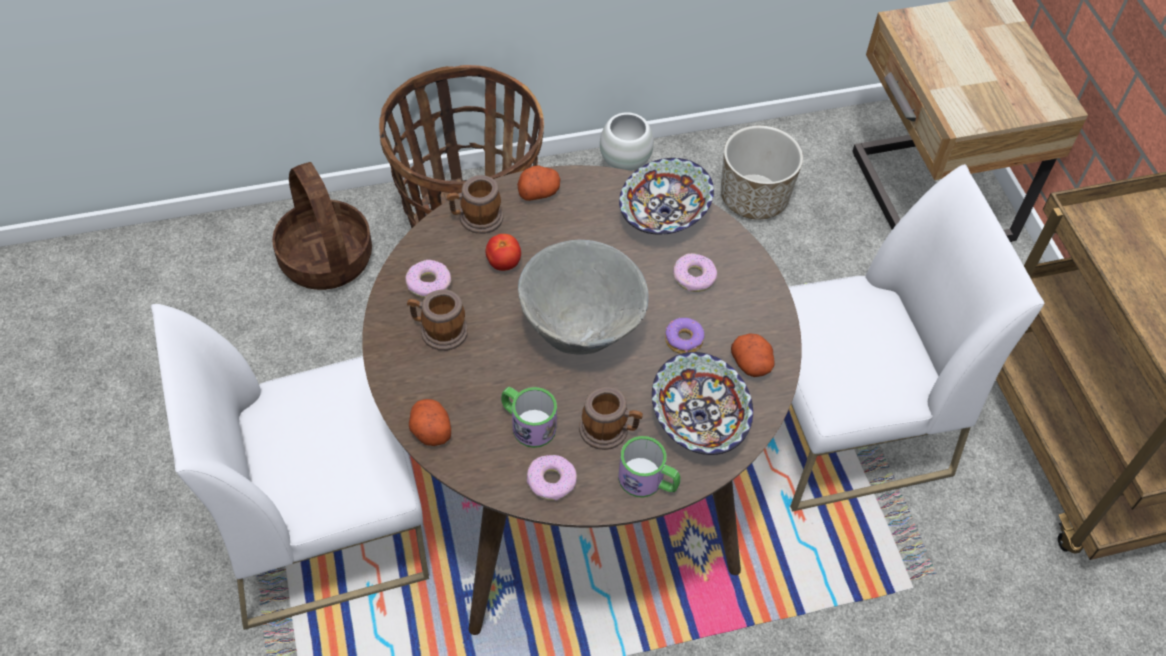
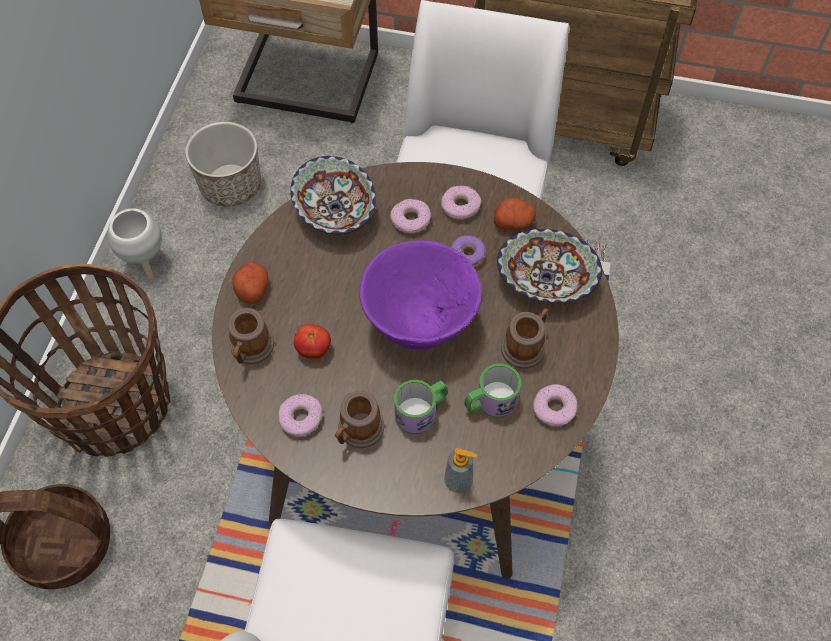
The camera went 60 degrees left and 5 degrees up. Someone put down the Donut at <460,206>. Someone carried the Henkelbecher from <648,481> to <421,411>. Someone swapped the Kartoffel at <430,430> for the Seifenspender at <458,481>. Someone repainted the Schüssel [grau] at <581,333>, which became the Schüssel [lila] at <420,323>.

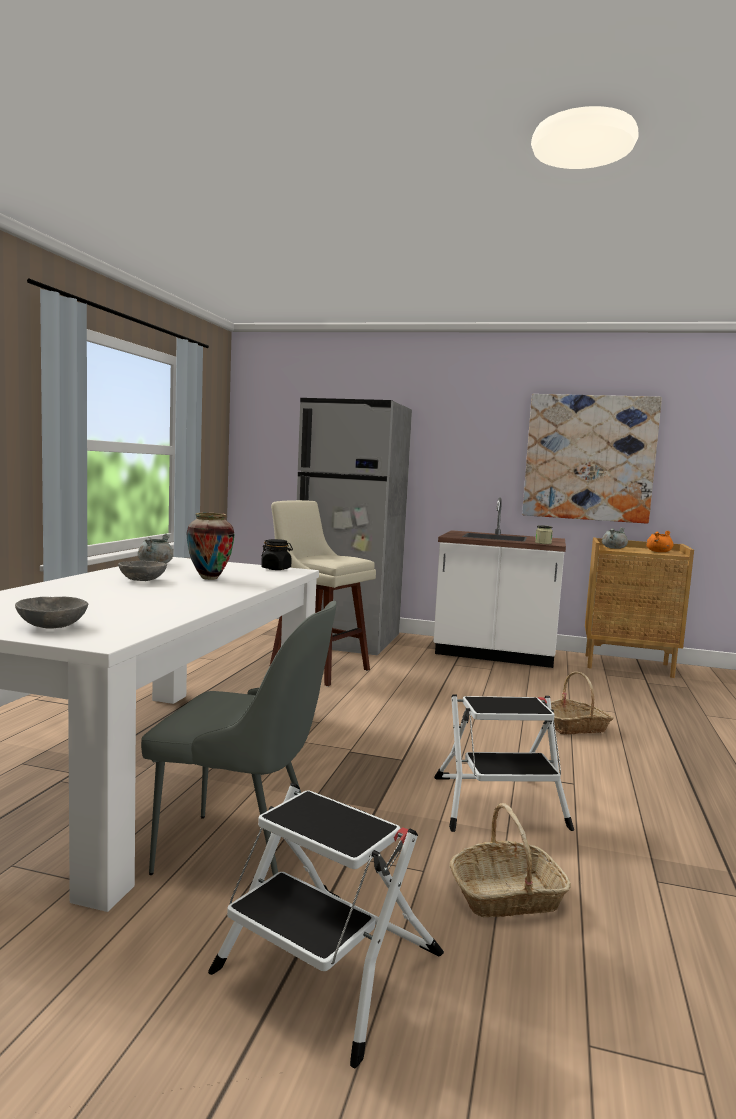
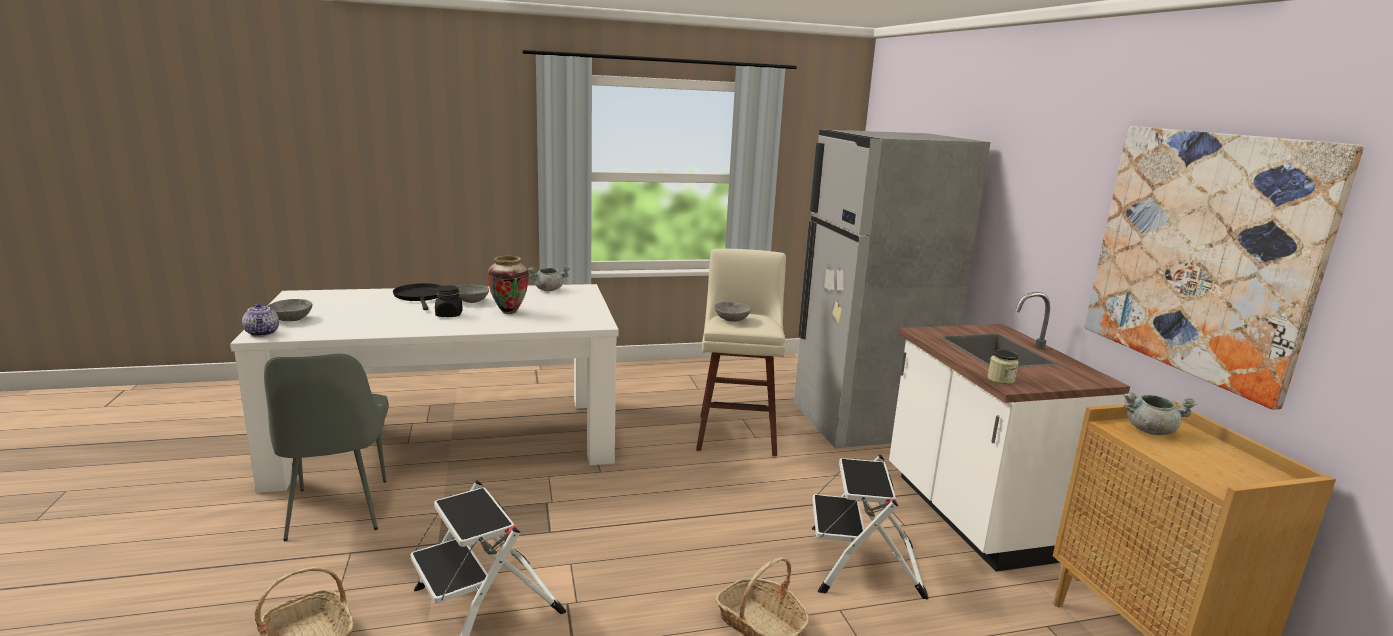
The camera went 60 degrees right and 10 degrees up. Someone took away the Kochtopf [orange] at <658,551>. Someone put down the Teekanne at <263,333>. Someone put down the Pfanne [schwarz] at <420,297>. Someone put down the Schüssel [grau] at <731,319>. Someone carried the Trittleiter from <330,967> to <863,562>. Someone carried the Vorratsglas [schwarz] from <276,569> to <449,315>.

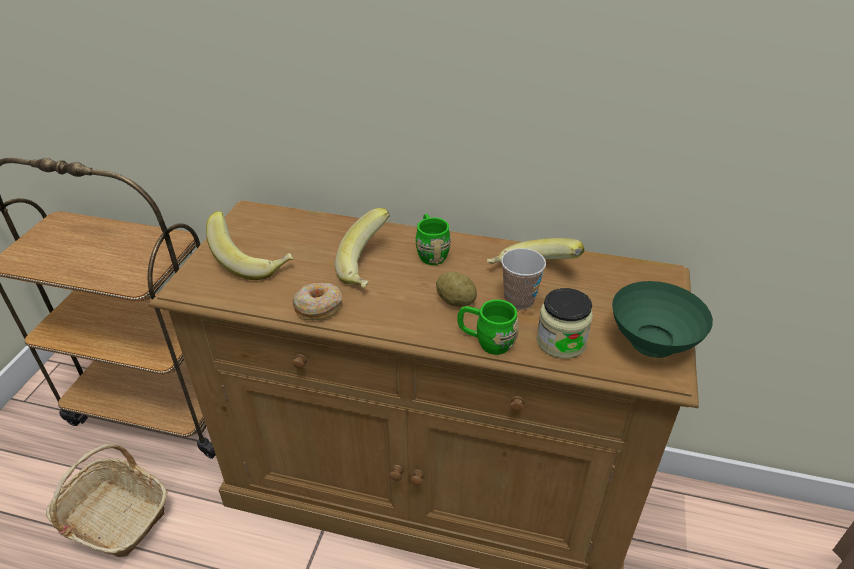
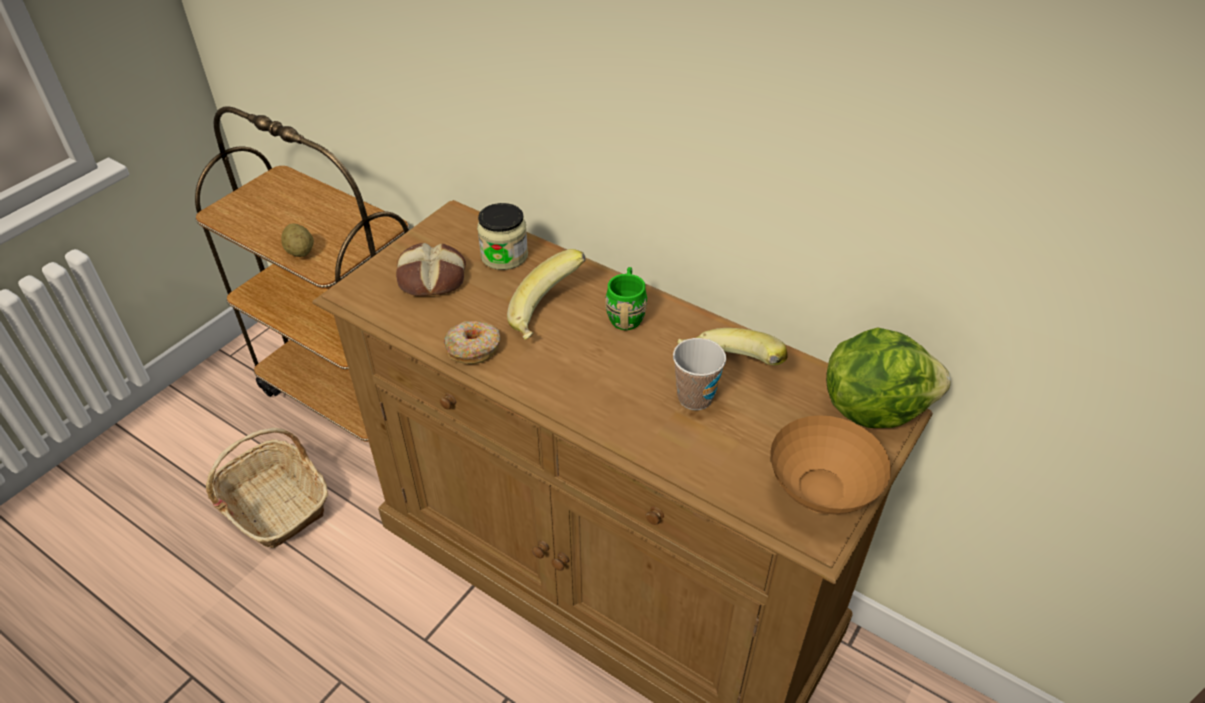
The camera went 20 degrees right and 5 degrees up. Someone took away the Henkelbecher [grün] at <486,341>. Someone put down the Salatkopf at <873,407>. Someone carried the Kartoffel from <455,301> to <300,252>. Someone carried the Vorratsglas from <561,342> to <504,256>. Someone swapped the Banane at <253,262> for the Brot at <431,279>. Someone repainted the Schüssel [grün] at <650,343>, which became the Schüssel [braun] at <819,492>.

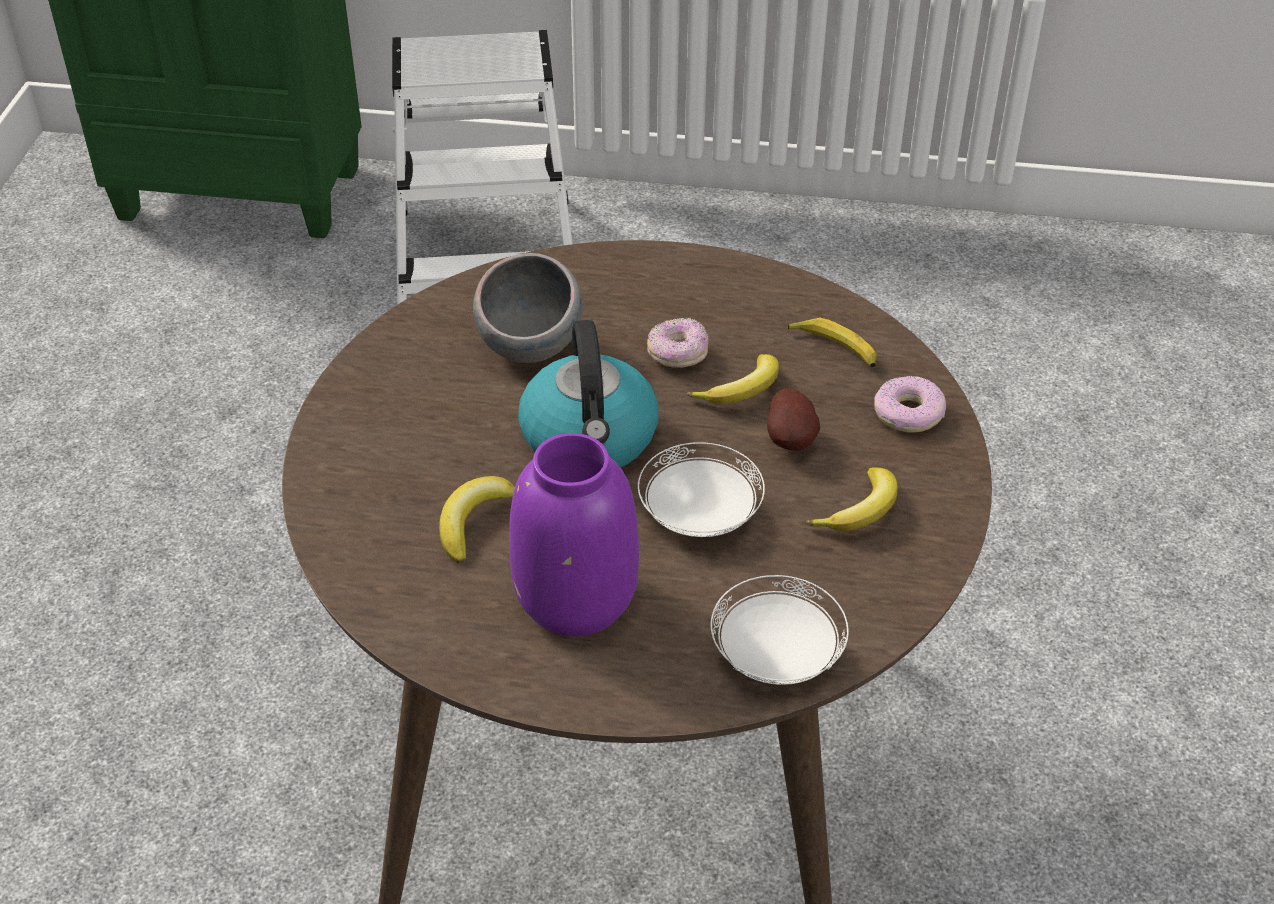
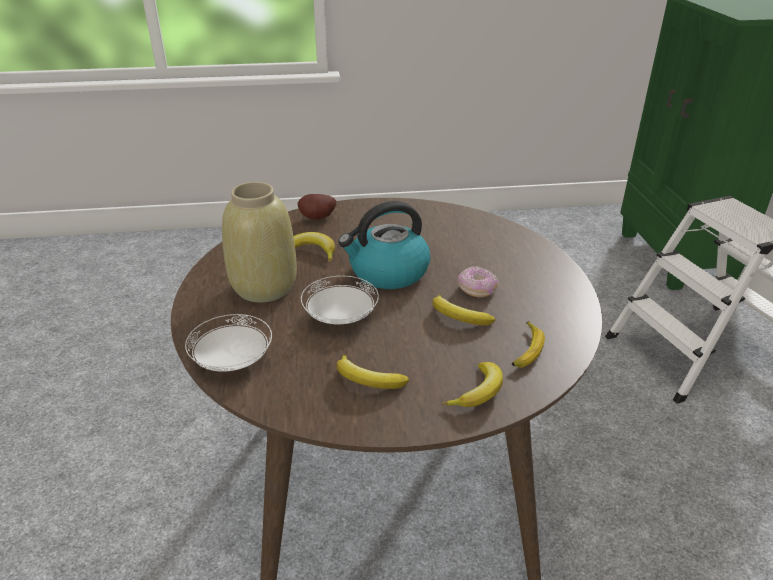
The camera went 75 degrees right and 10 degrees down. Someone took away the Schüssel [grau] at <531,347>. Someone carried the Kartoffel from <792,440> to <318,218>. Someone swapped the Donut at <909,413> for the Banane at <478,392>. Someone repainted the Vase [lila] at <577,600>, which became the Vase [beige] at <264,288>.

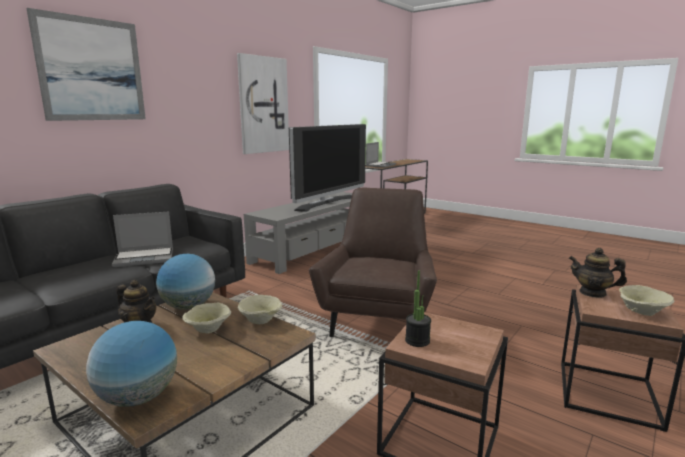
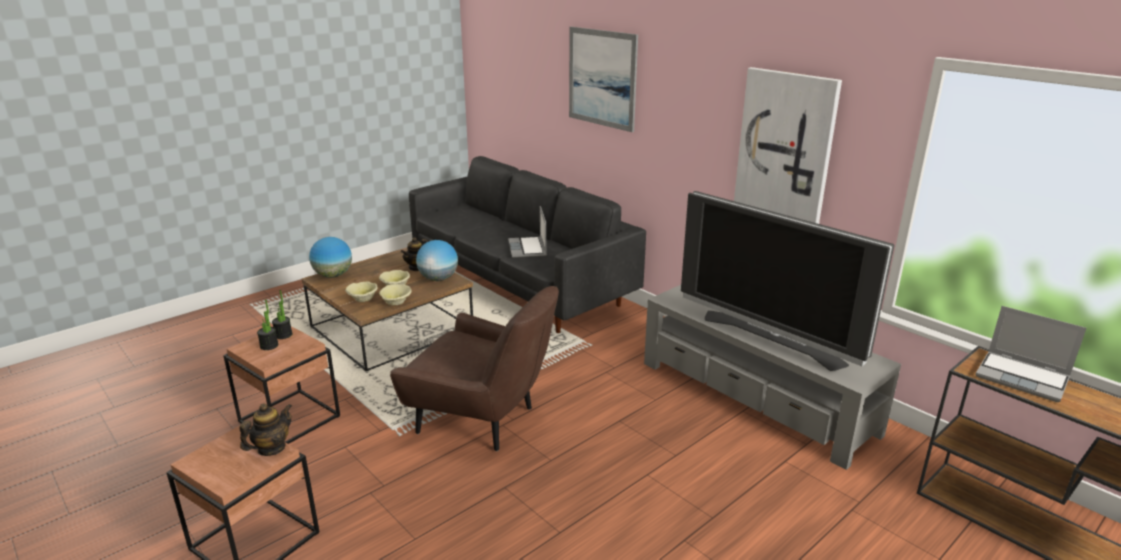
The camera went 100 degrees right and 10 degrees up. Someone put down the Topfpflanze at <269,346>. Someone carried the Schüssel [beige] from <642,312> to <362,299>.

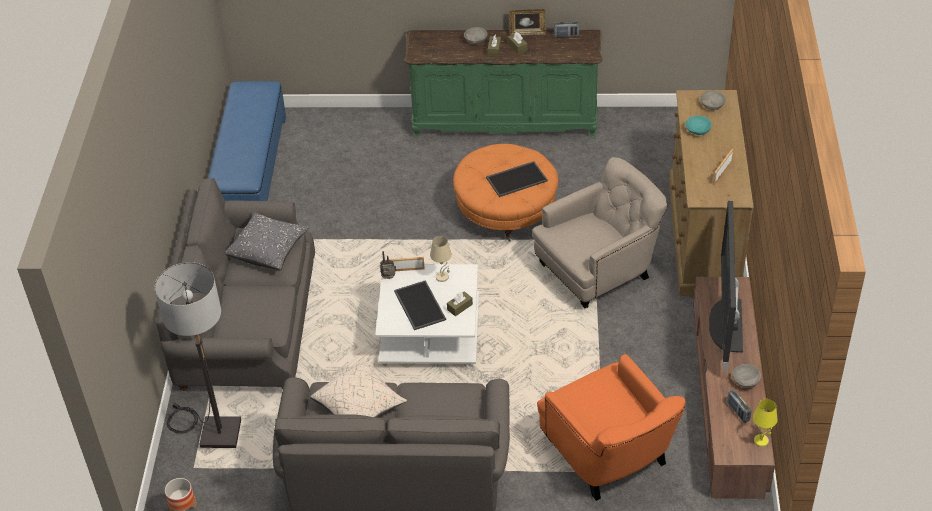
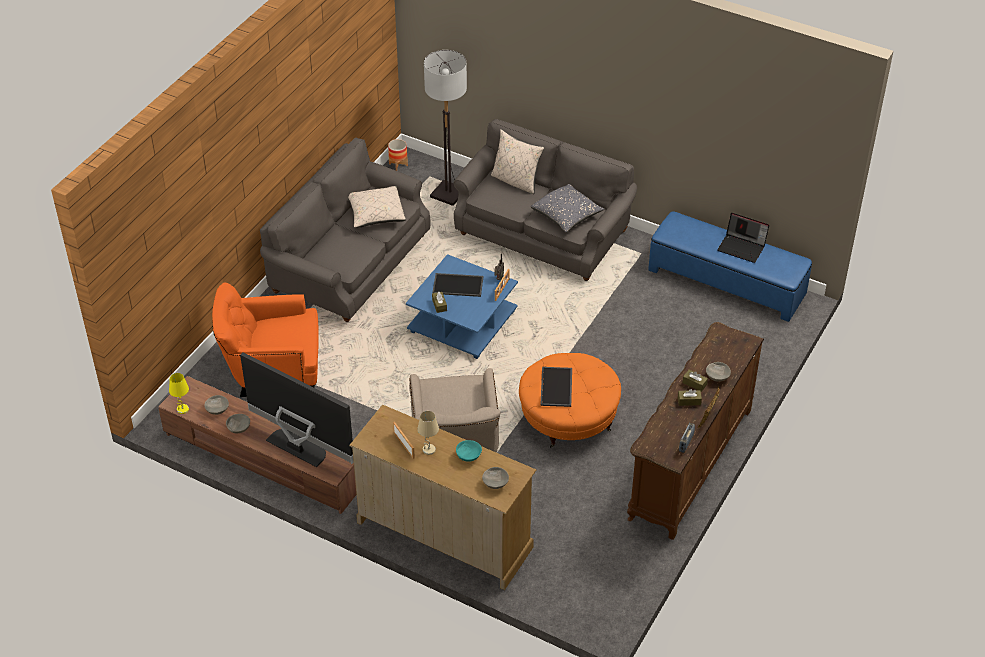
The camera went 115 degrees right and 0 degrees up. Someone put down the Kissen [beige] at <516,181>. Someone put down the Laptop at <742,247>. Someone carried the Tischlampe [beige] from <442,277> to <429,450>. Someone swapped the Radio at <738,412> for the Schüssel [grau] at <217,410>. Someone repainted the Couchtisch [weiß] at <429,333>, which became the Couchtisch [blau] at <462,321>. Someone repainted the Schrank [grün] at <504,124>, which became the Schrank [braun] at <688,463>.

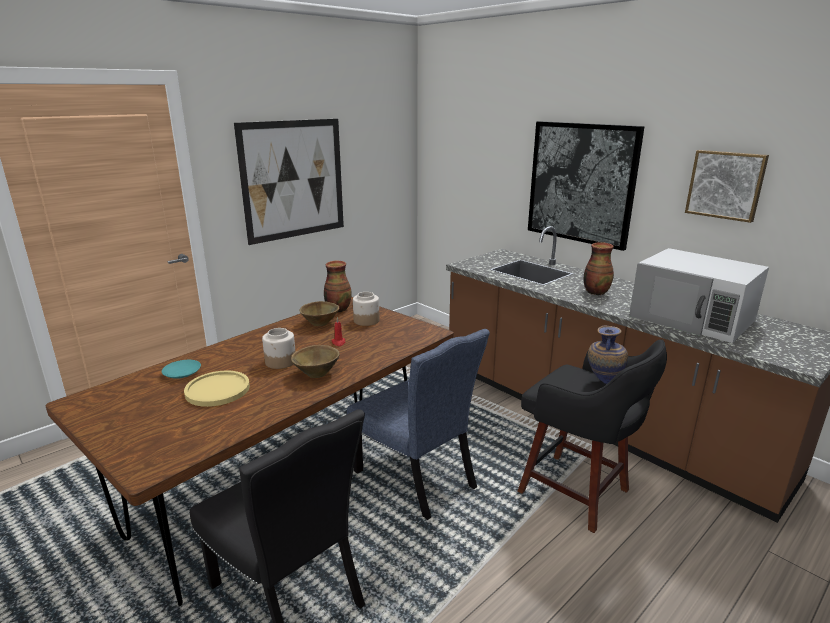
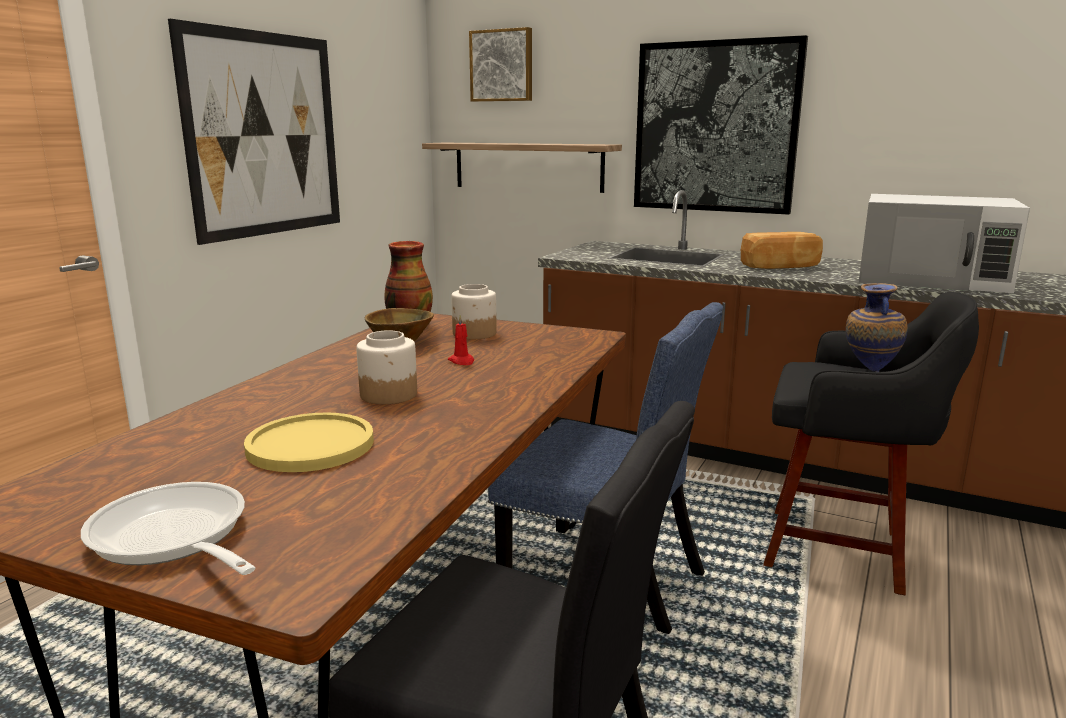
The camera went 20 degrees left and 5 degrees down. Someone took away the Teller [türkis] at <182,373>. Someone took away the Schüssel [braun] at <317,373>. Someone put down the Pfanne at <173,538>. Someone put up the Wandregal at <527,166>. Someone carried the Bild from <725,185> to <502,66>. Someone swapped the Vase at <595,292> for the Brot at <781,267>.

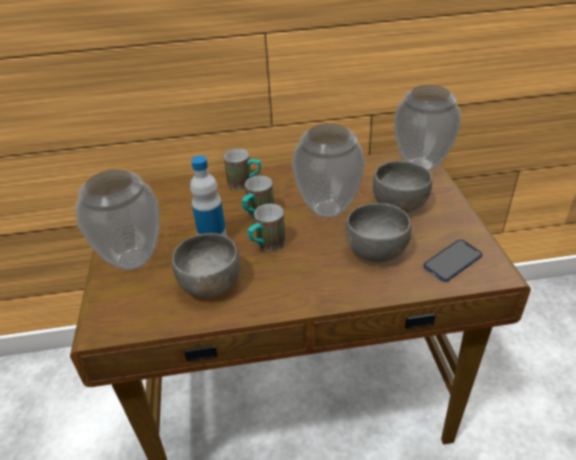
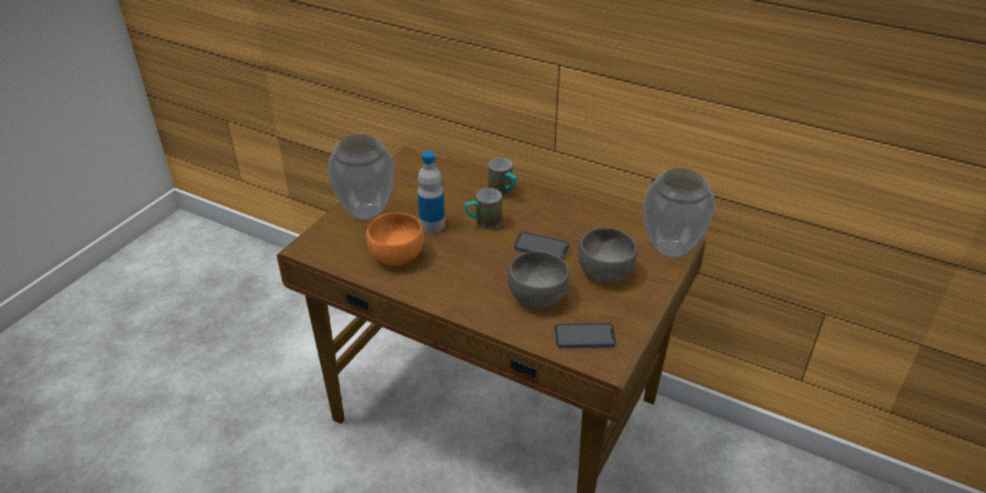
The camera went 35 degrees right and 0 degrees up. Someone took away the Henkelbecher at <266,245>. Someone swapped the Vase at <329,210> for the Handy at <541,247>. Someone repainted the Schüssel [grau] at <210,284>, which became the Schüssel [orange] at <396,256>.

